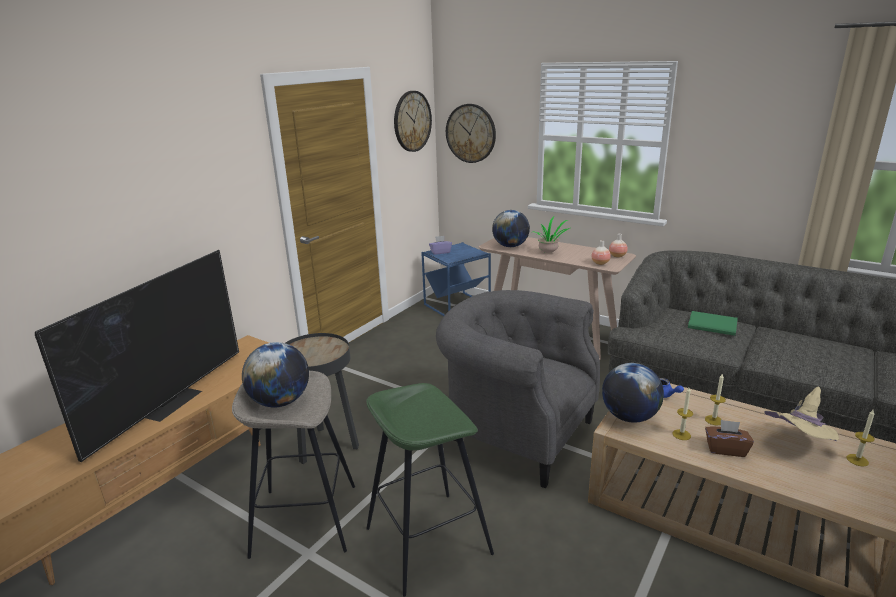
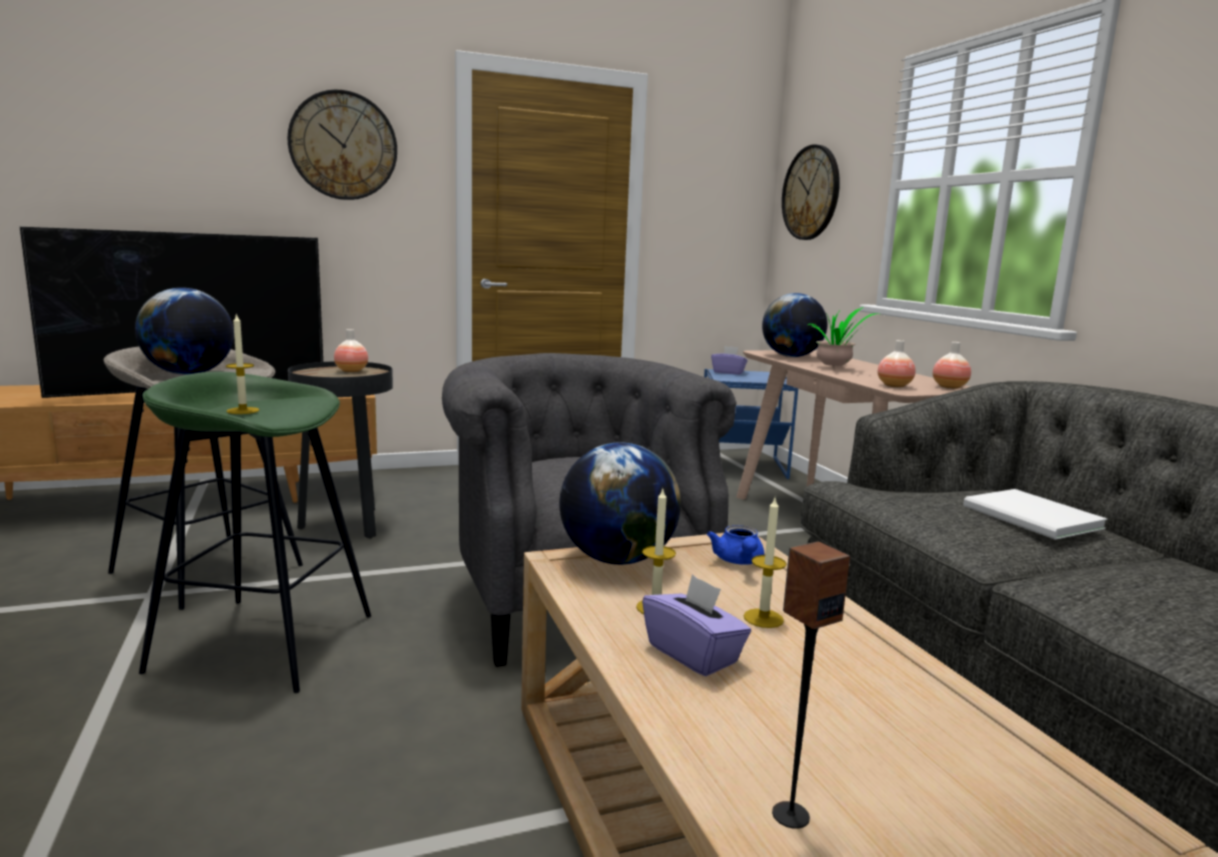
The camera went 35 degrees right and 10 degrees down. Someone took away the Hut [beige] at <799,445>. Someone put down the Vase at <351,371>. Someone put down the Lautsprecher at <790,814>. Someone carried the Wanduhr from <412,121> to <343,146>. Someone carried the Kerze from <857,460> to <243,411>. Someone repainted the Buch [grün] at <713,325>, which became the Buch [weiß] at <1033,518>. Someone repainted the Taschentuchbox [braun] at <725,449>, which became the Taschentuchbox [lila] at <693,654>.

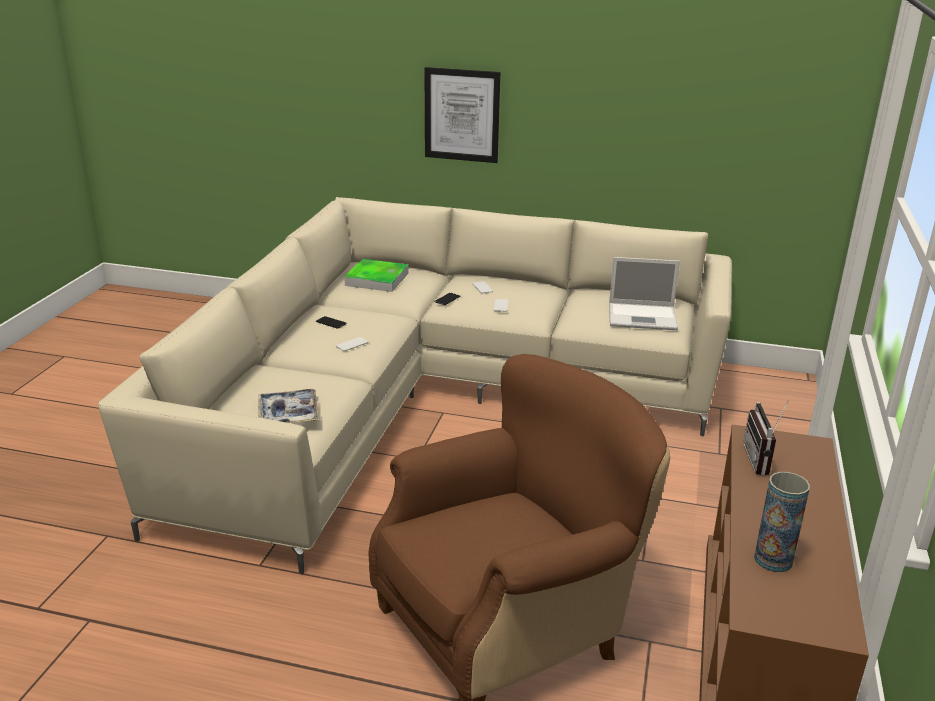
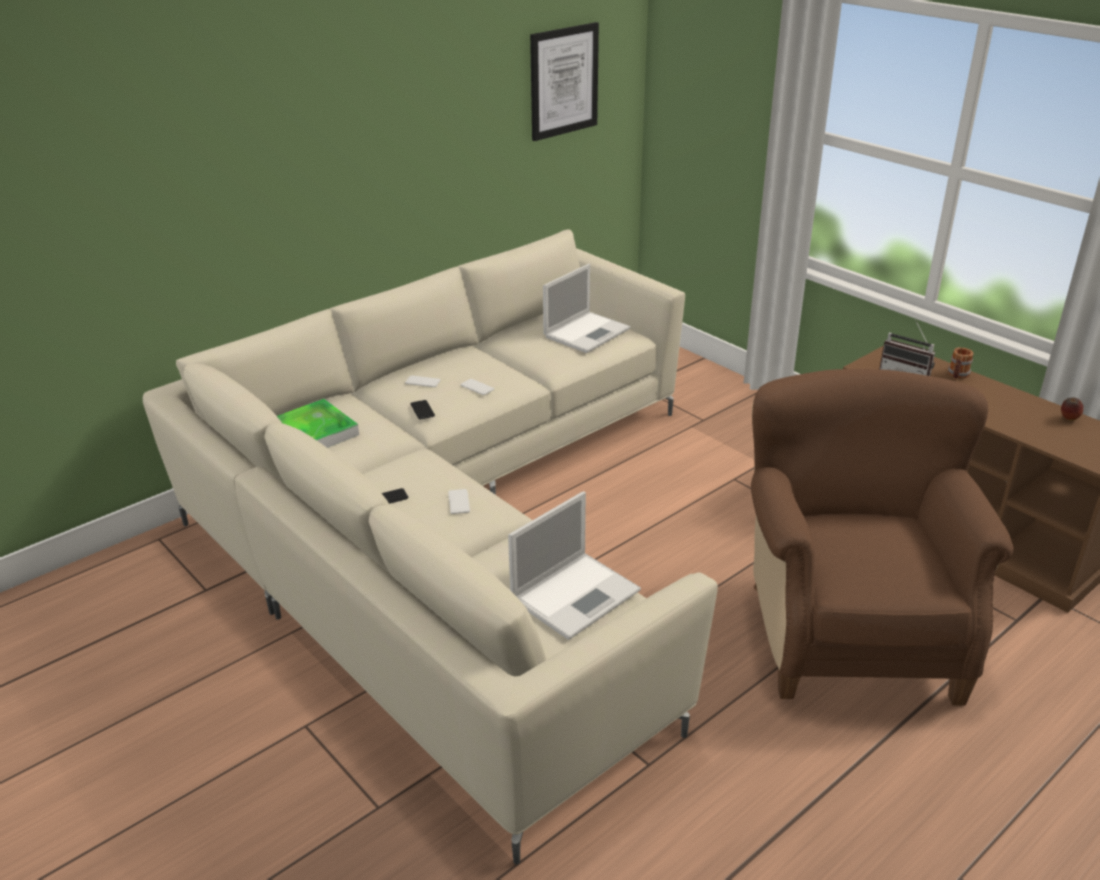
The camera went 55 degrees left and 5 degrees up. Someone took away the Vase at <773,559>. Someone put down the Henkelbecher at <957,375>. Someone put down the Apfel at <1068,419>. Someone carried the Bild from <462,115> to <563,81>. Someone swapped the Tablett at <288,414> for the Laptop at <577,594>.

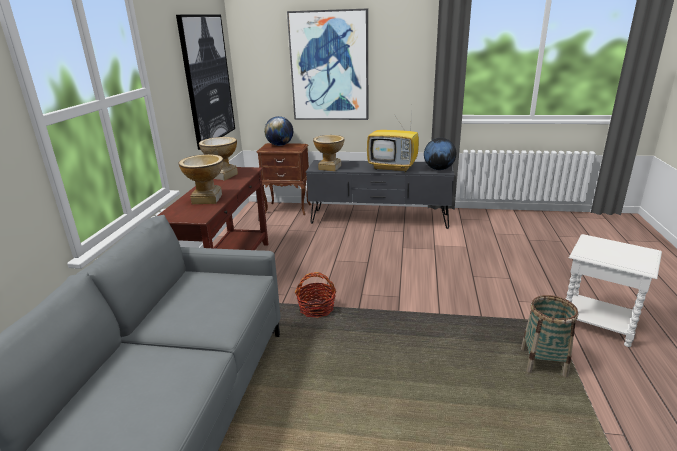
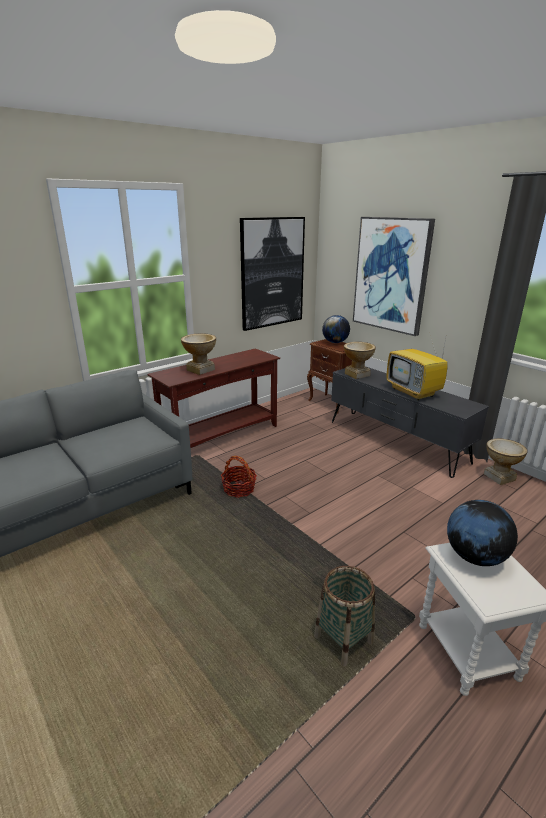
The camera went 40 degrees right and 0 degrees up. Someone carried the Vase from <222,176> to <499,477>. Someone carried the Globus from <438,169> to <475,557>.

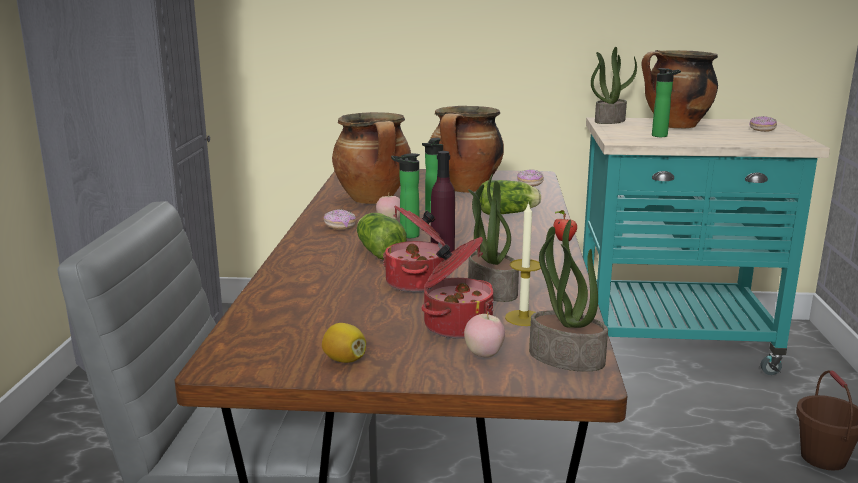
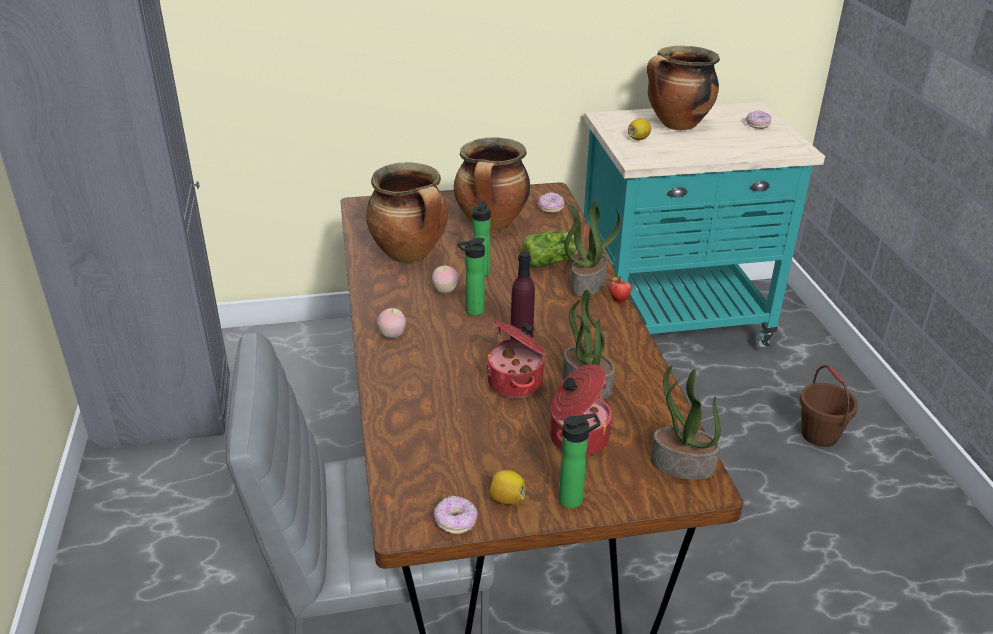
The camera went 15 degrees left and 15 degrees up. Someone took away the Salatkopf at <378,251>. Someone took away the Kerze at <523,318>. Someone put down the Zitrone at <638,139>. Someone carried the Donut from <340,227> to <456,522>. Someone carried the Apfel from <484,355> to <392,336>. Someone carried the Topfpflanze from <609,121> to <587,284>. Someone carried the Flasche from <662,136> to <574,499>.

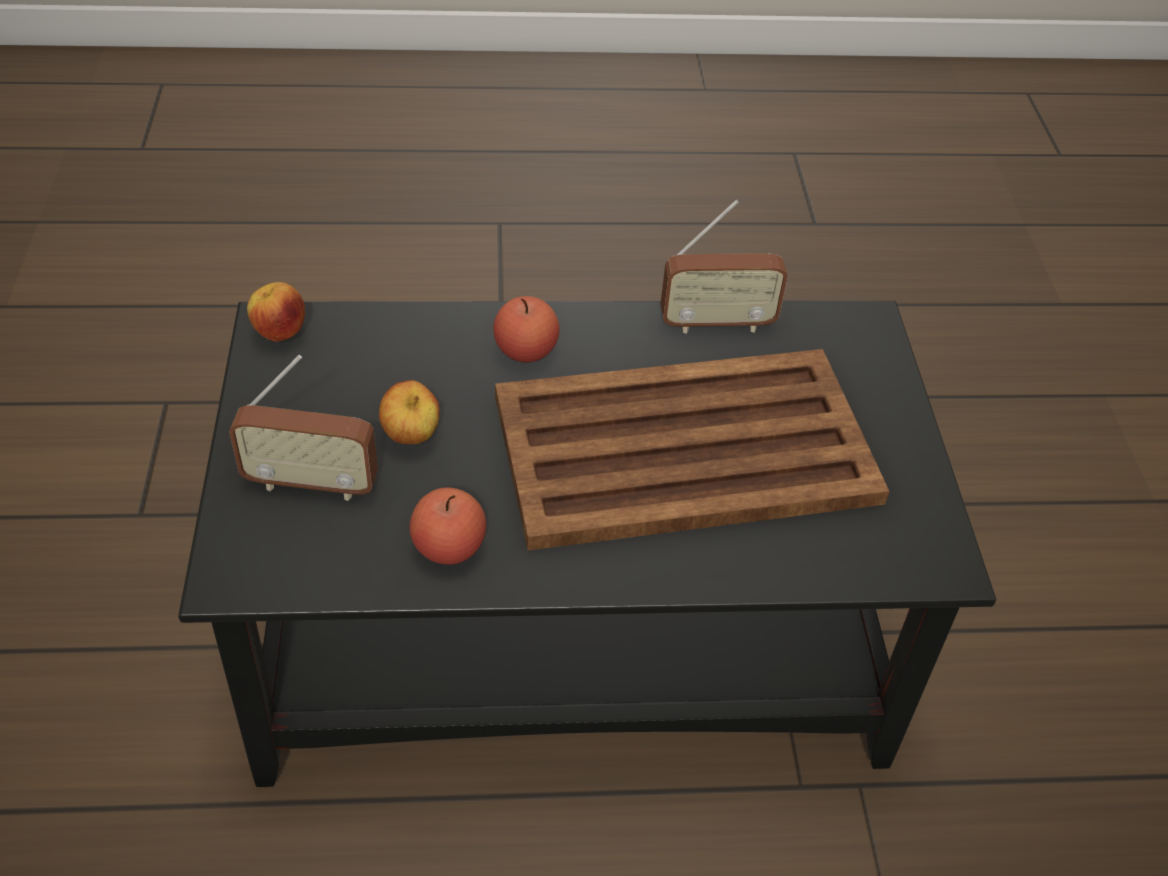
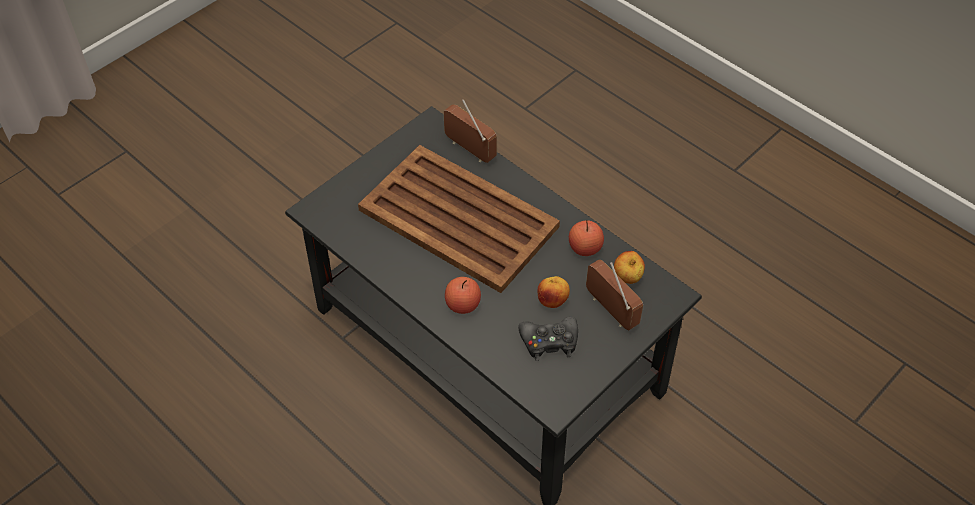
The camera went 130 degrees left and 5 degrees up. Someone put down the Gamepad [schwarz] at <549,342>. Someone carried the Apfel from <279,333> to <627,278>. Someone carried the Radio from <717,323> to <469,150>.

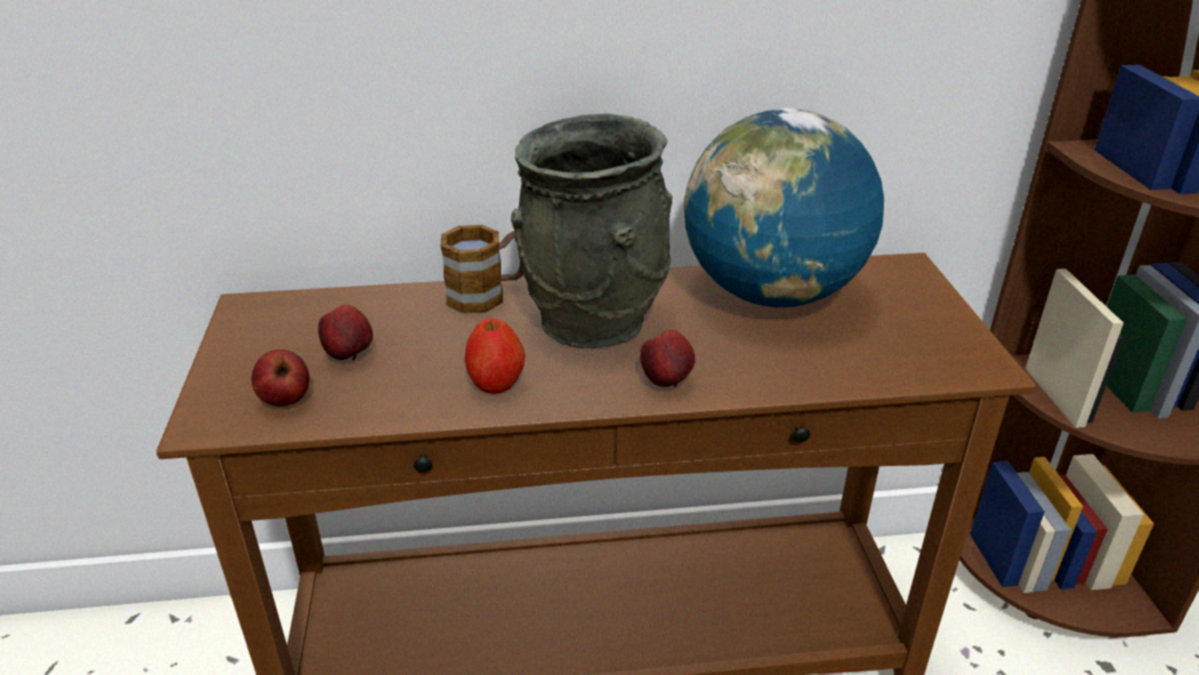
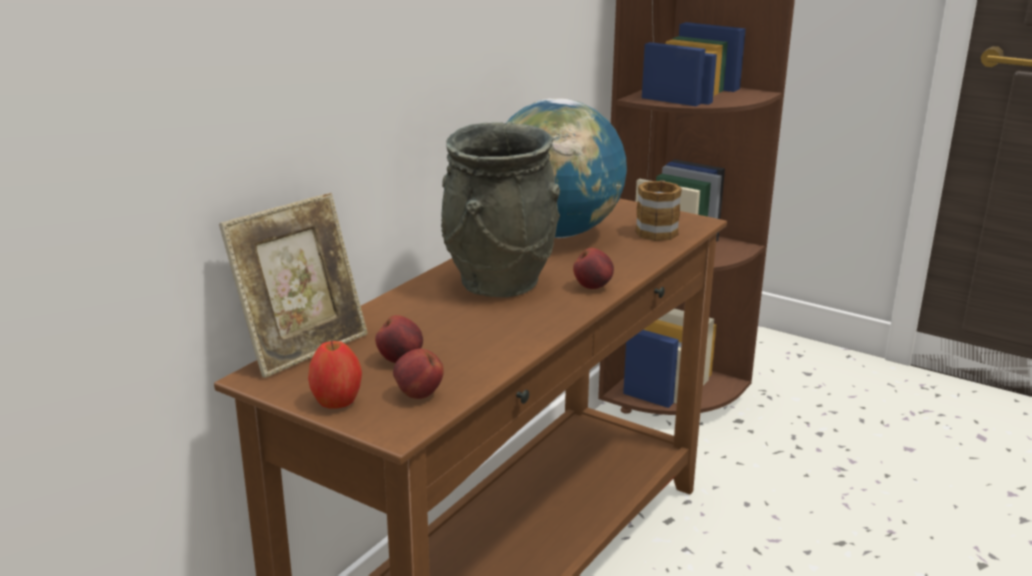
The camera went 50 degrees left and 10 degrees down. Someone put down the Bilderrahmen at <303,348>. Someone carried the Henkelbecher from <487,294> to <657,229>. Someone carried the Apfel from <496,384> to <337,401>.

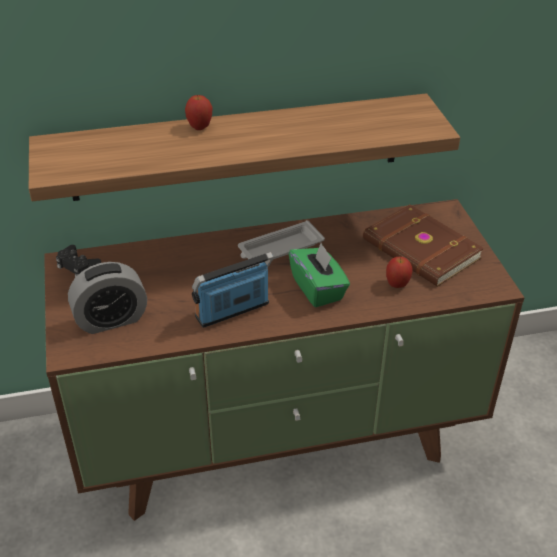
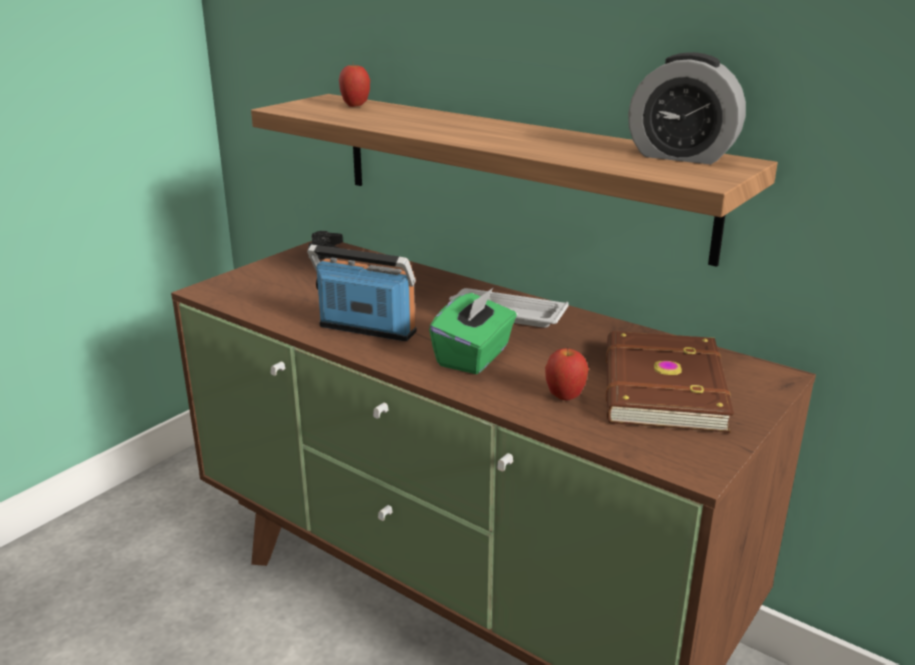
The camera went 50 degrees right and 15 degrees down. Someone carried the Wecker from <111,320> to <681,156>. Someone carried the Apfel from <200,127> to <355,106>.

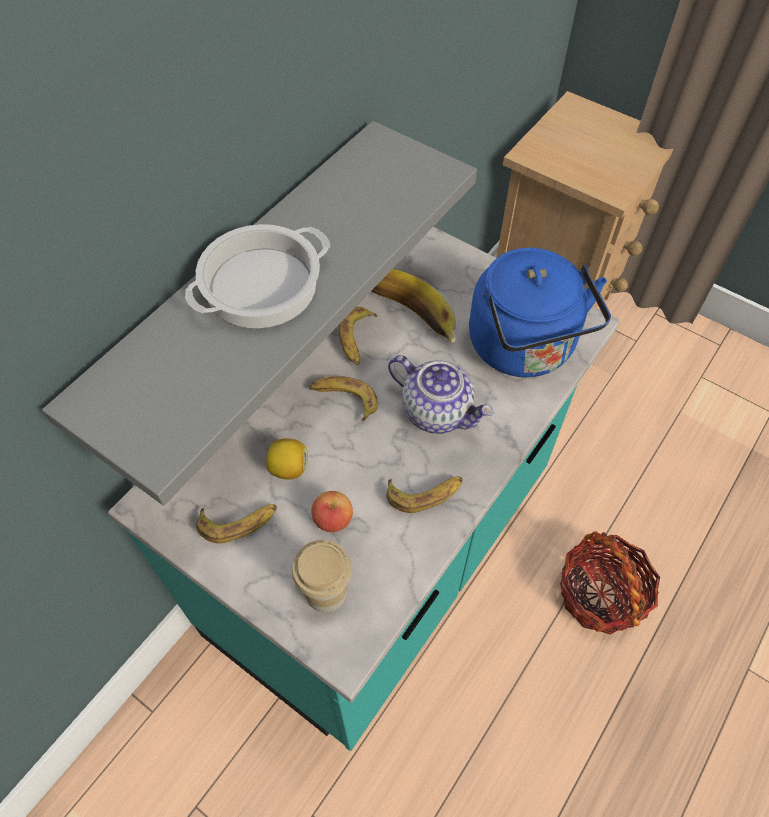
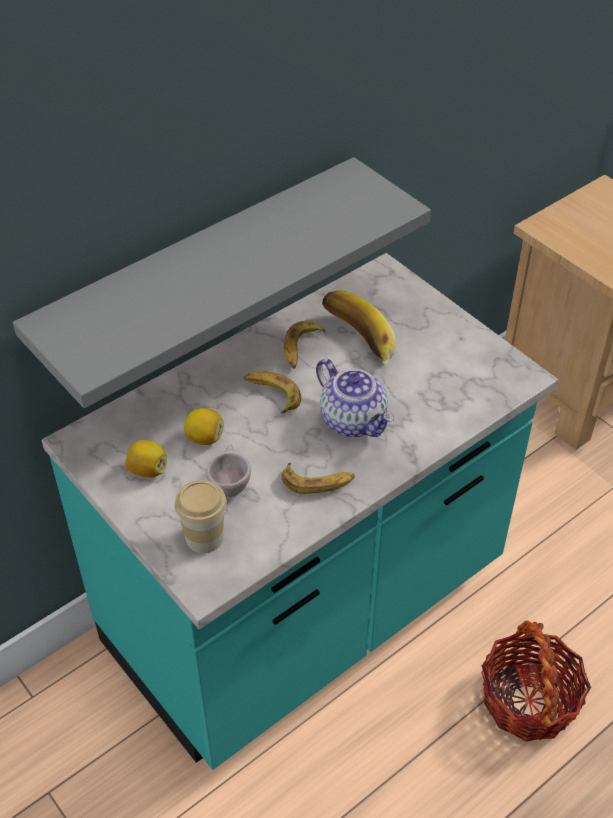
The camera went 15 degrees right and 10 degrees down. Someone took away the Kochtopf at <261,287>. Someone took away the Wasserkessel [blau] at <525,349>. Someone swapped the Banane at <238,522> for the Zitrone at <147,470>. Someone swapped the Apfel at <333,519> for the Tasse [beige] at <229,485>.

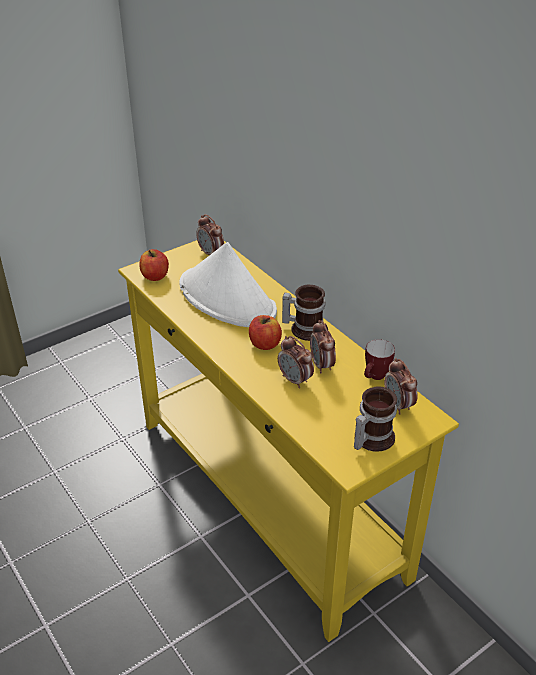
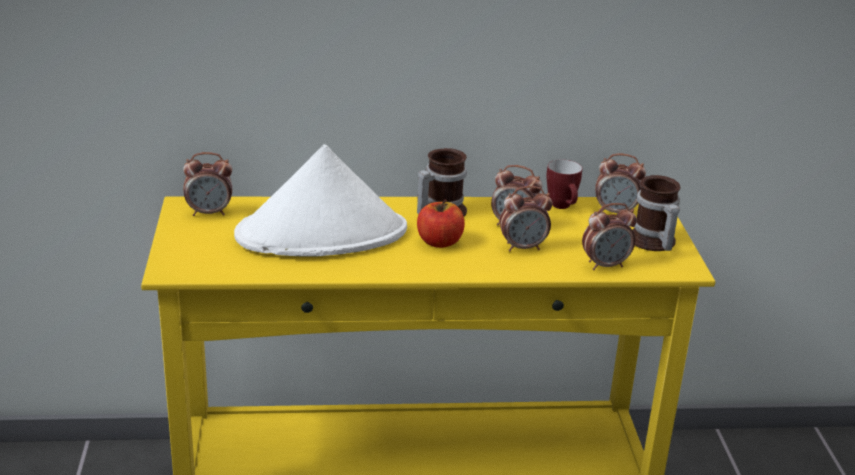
The camera went 60 degrees left and 10 degrees down. Someone took away the Apfel at <155,276>. Someone put down the Wecker at <605,265>.

